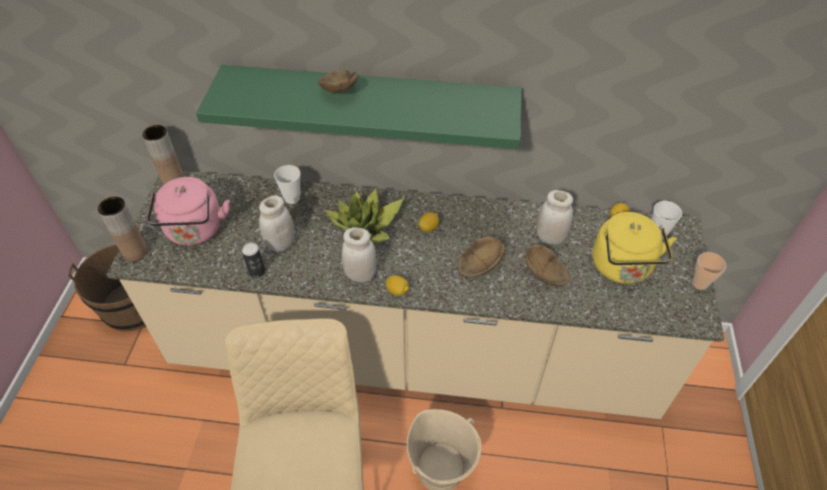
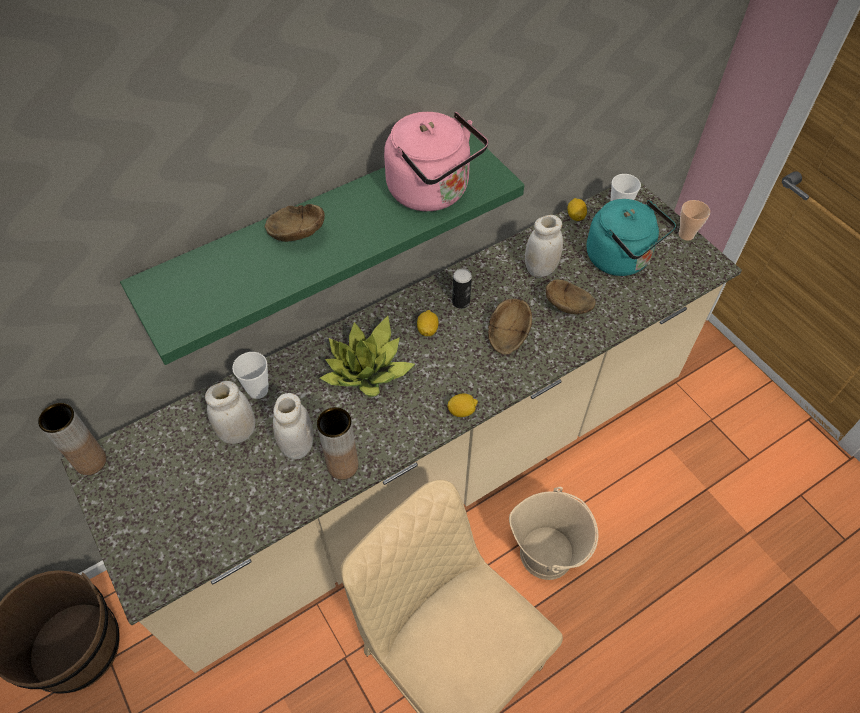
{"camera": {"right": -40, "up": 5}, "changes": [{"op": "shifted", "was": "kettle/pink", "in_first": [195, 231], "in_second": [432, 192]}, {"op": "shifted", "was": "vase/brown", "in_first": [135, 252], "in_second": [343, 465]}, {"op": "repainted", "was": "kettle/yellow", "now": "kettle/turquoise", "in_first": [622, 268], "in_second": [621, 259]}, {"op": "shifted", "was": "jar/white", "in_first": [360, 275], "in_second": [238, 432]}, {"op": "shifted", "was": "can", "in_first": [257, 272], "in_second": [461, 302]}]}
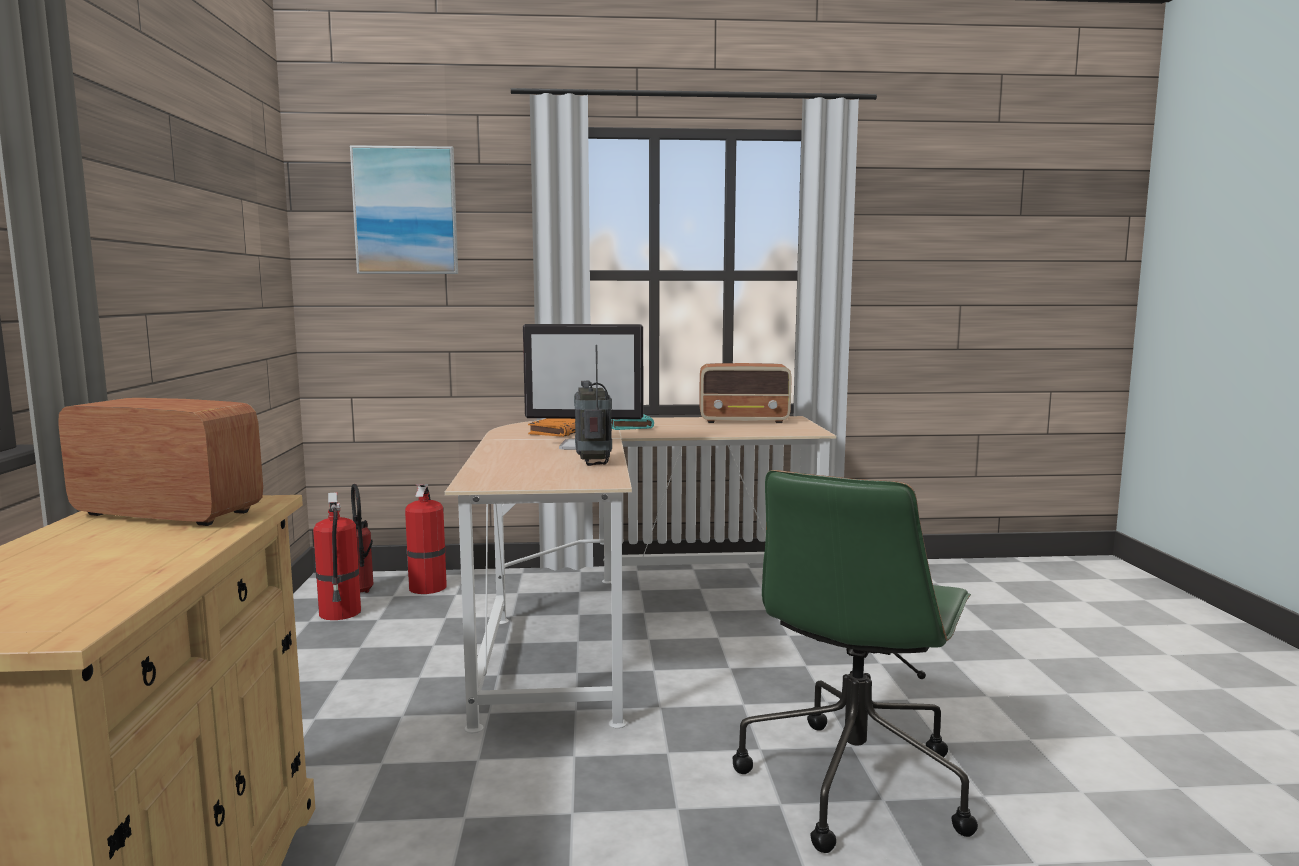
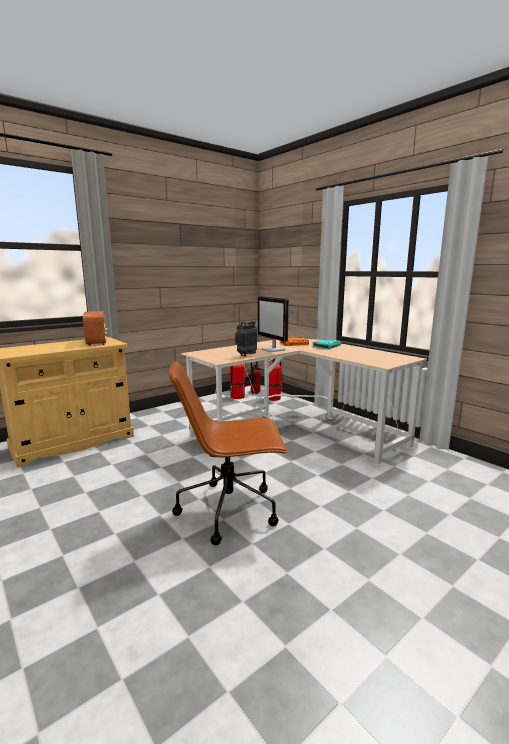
{"camera": {"right": 55, "up": 5}, "changes": [{"op": "gone", "was": "picture", "in_first": [406, 211]}, {"op": "gone", "was": "radio", "in_first": [744, 421]}, {"op": "repainted", "was": "office chair/green", "now": "office chair/brown", "in_first": [854, 781], "in_second": [230, 509]}]}
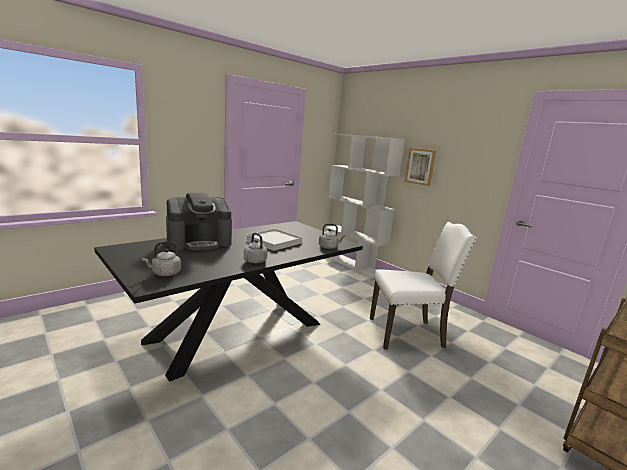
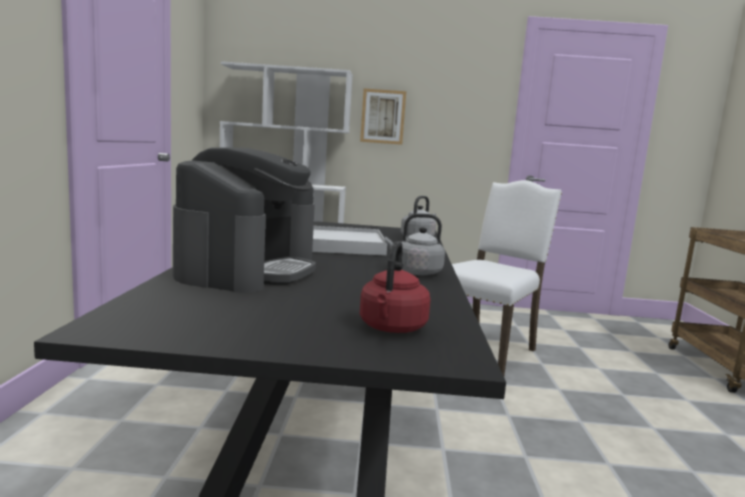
{"camera": {"right": -45, "up": -5}, "changes": [{"op": "repainted", "was": "kettle/grey", "now": "kettle/red", "in_first": [164, 273], "in_second": [392, 328]}]}
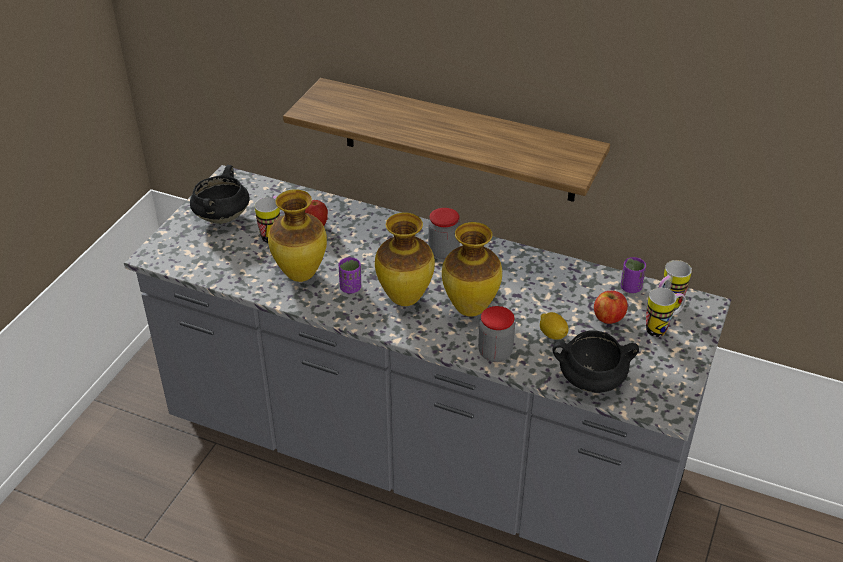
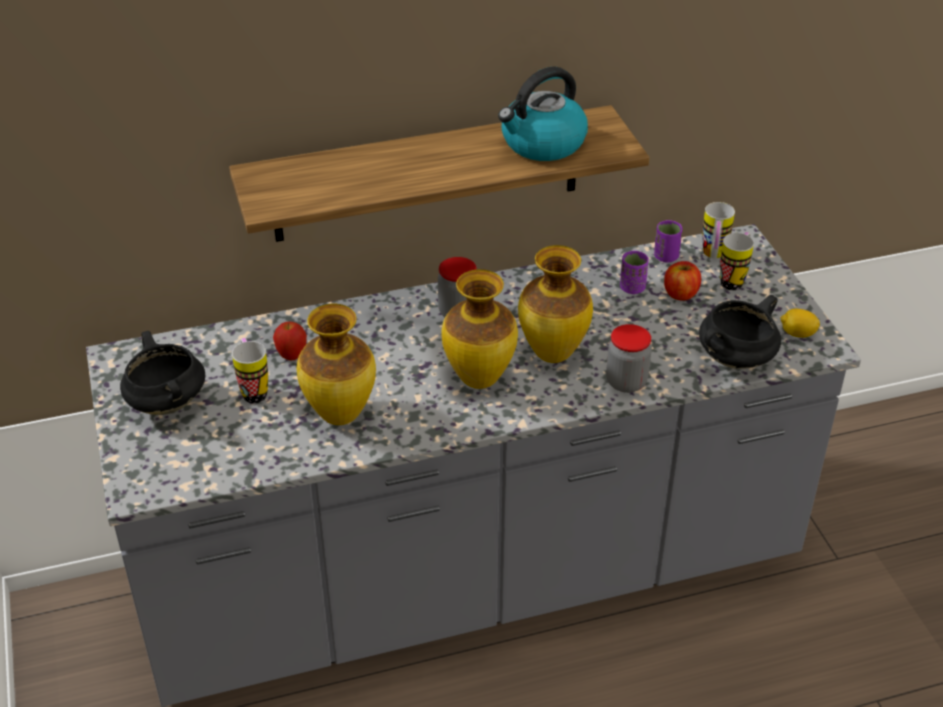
{"camera": {"right": -40, "up": 0}, "changes": [{"op": "shifted", "was": "cup/purple", "in_first": [350, 288], "in_second": [632, 288]}, {"op": "shifted", "was": "lemon", "in_first": [552, 334], "in_second": [797, 334]}, {"op": "new", "now": "kettle", "in_second": [542, 144]}]}
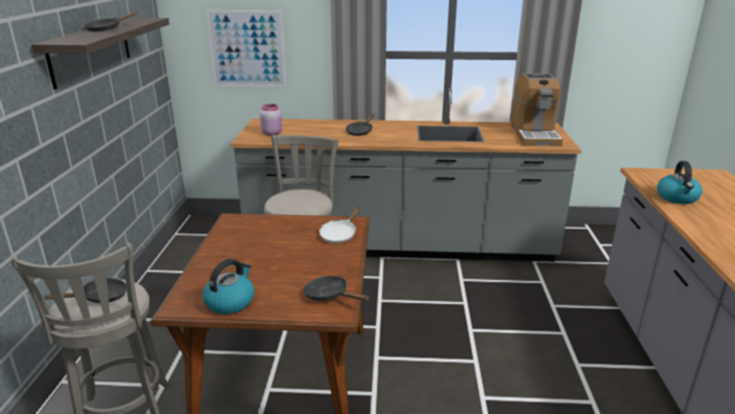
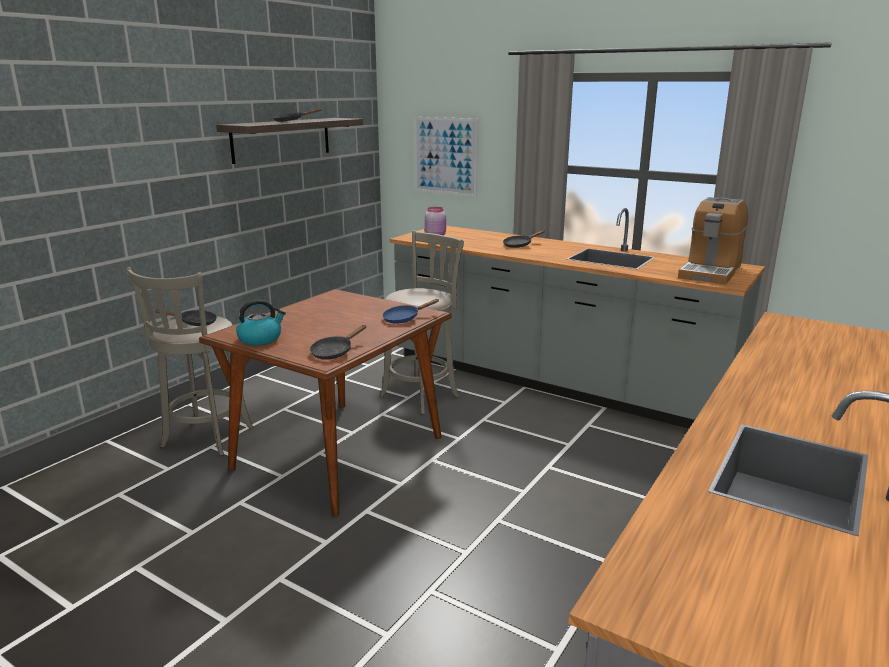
{"camera": {"right": 30, "up": -5}, "changes": [{"op": "gone", "was": "kettle", "in_first": [677, 198]}, {"op": "repainted", "was": "frying pan/white", "now": "frying pan/blue", "in_first": [340, 234], "in_second": [404, 318]}, {"op": "rotated", "was": "frying pan/black", "in_first": [330, 296], "in_second": [334, 352], "clockwise": -120}]}
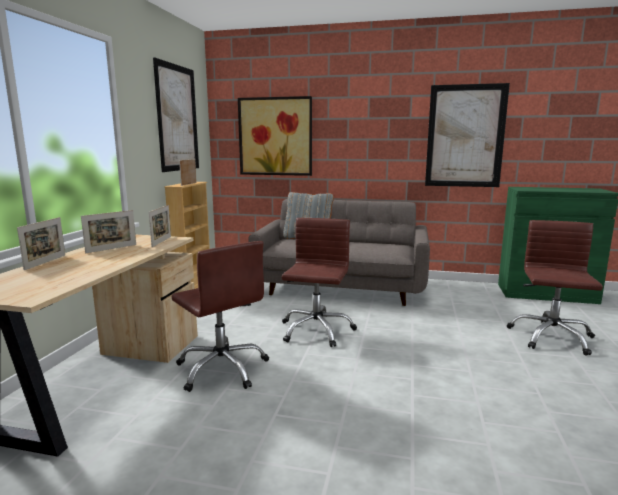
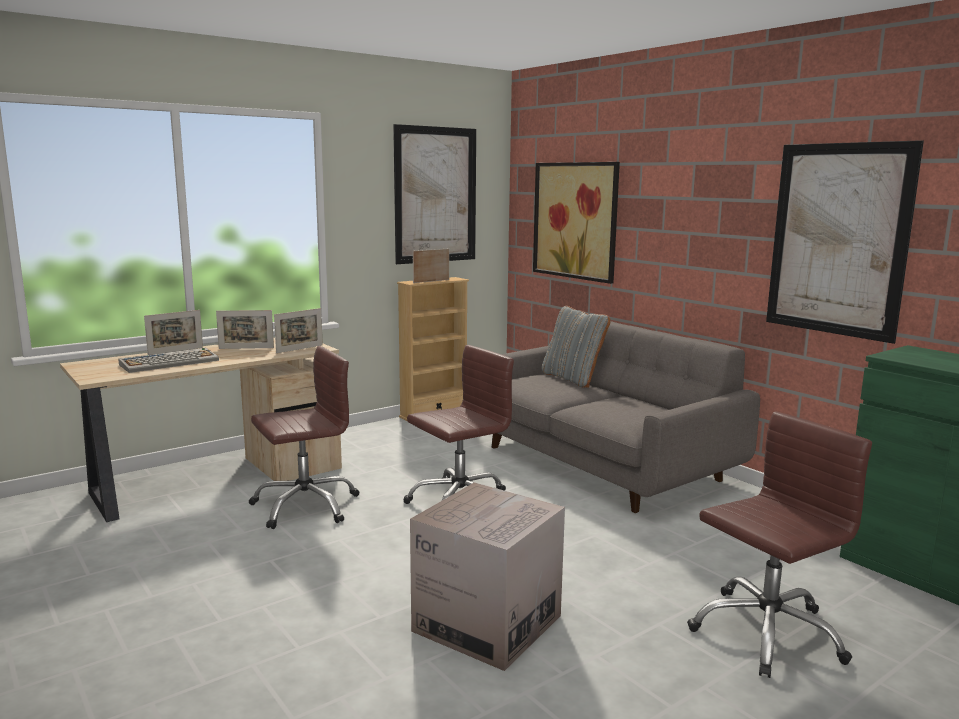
{"camera": {"right": 40, "up": 0}, "changes": [{"op": "rotated", "was": "office chair/brown", "in_first": [222, 369], "in_second": [305, 506], "clockwise": -120}, {"op": "new", "now": "keyboard", "in_second": [170, 362]}, {"op": "new", "now": "cardboard box", "in_second": [487, 623]}]}
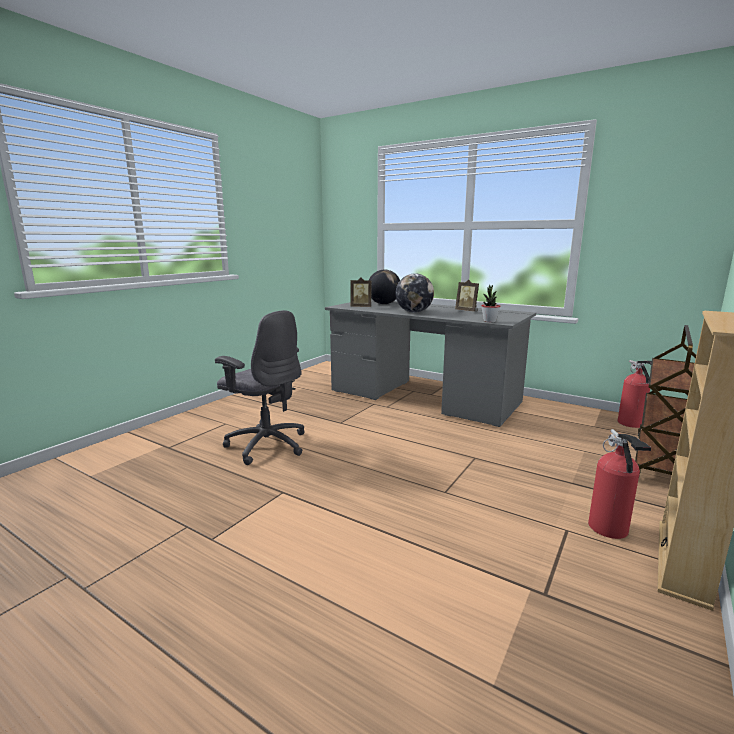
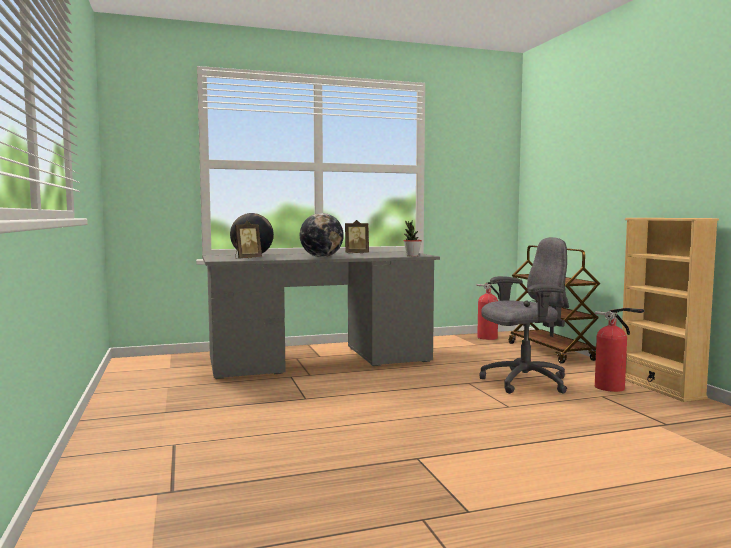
{"camera": {"right": -50, "up": -10}, "changes": [{"op": "shifted", "was": "office chair/grey", "in_first": [266, 445], "in_second": [523, 382]}]}
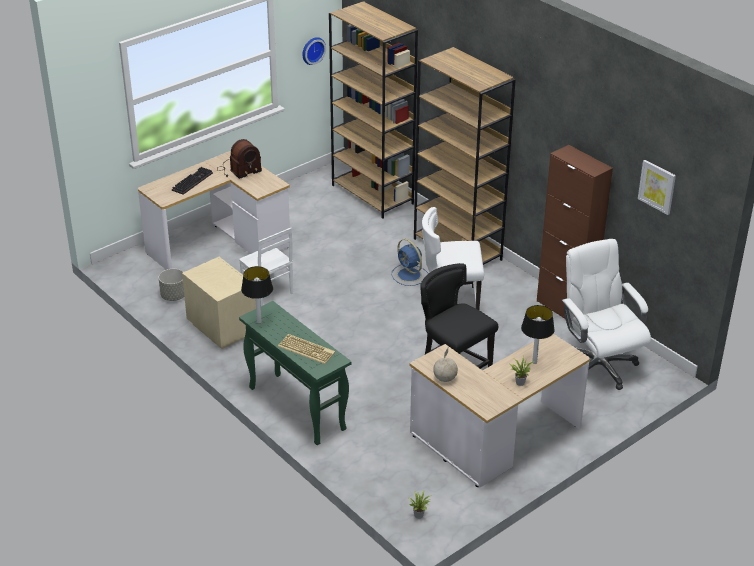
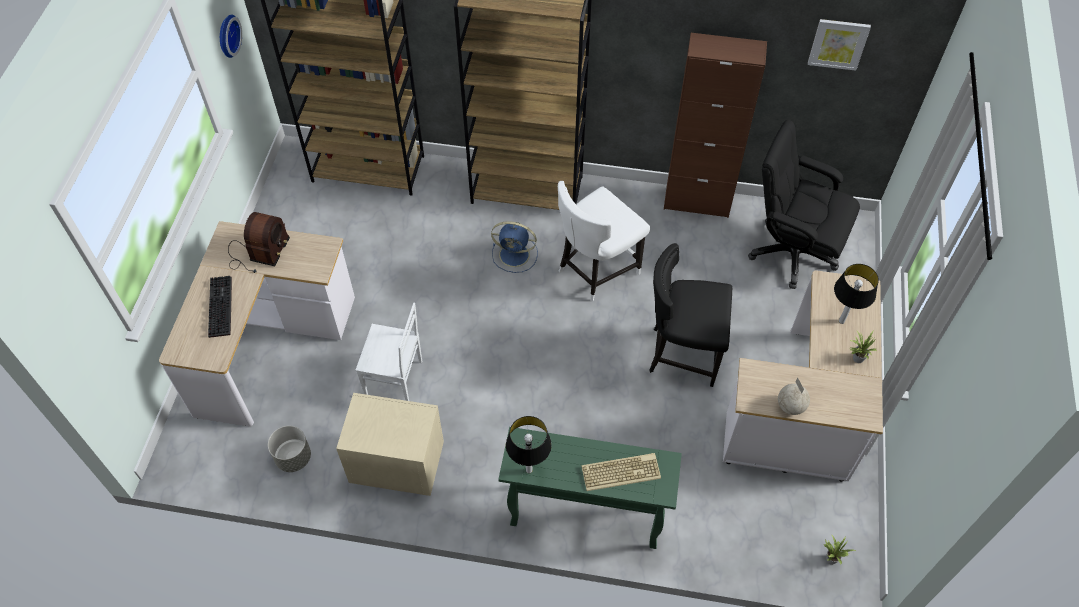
{"camera": {"right": -40, "up": 20}, "changes": [{"op": "repainted", "was": "office chair/white", "now": "office chair/black", "in_first": [598, 365], "in_second": [791, 252]}]}
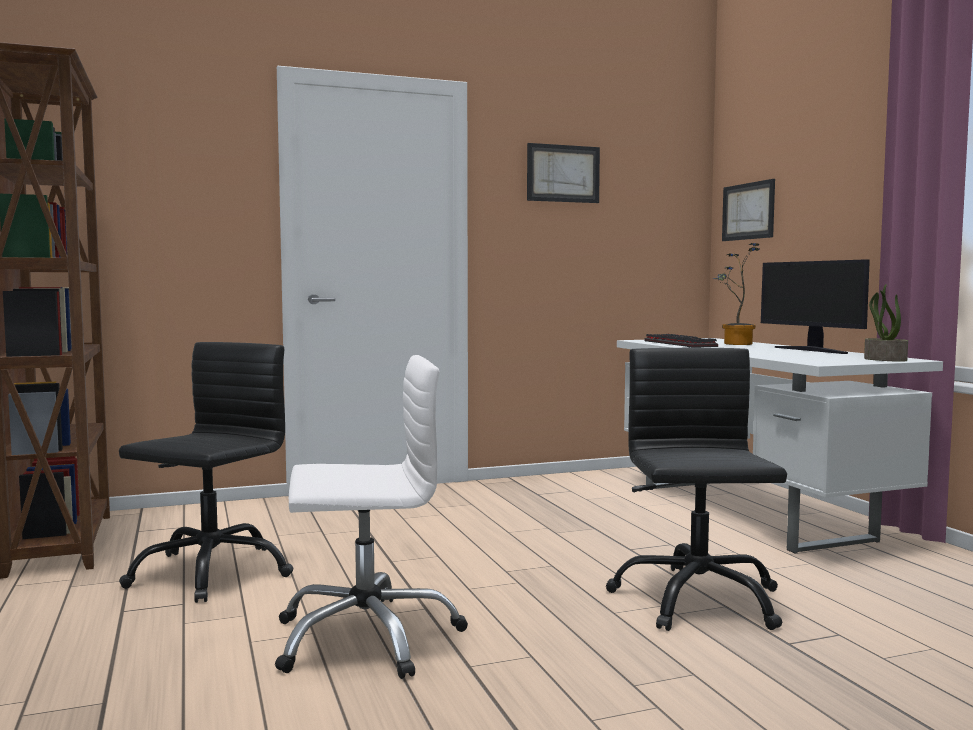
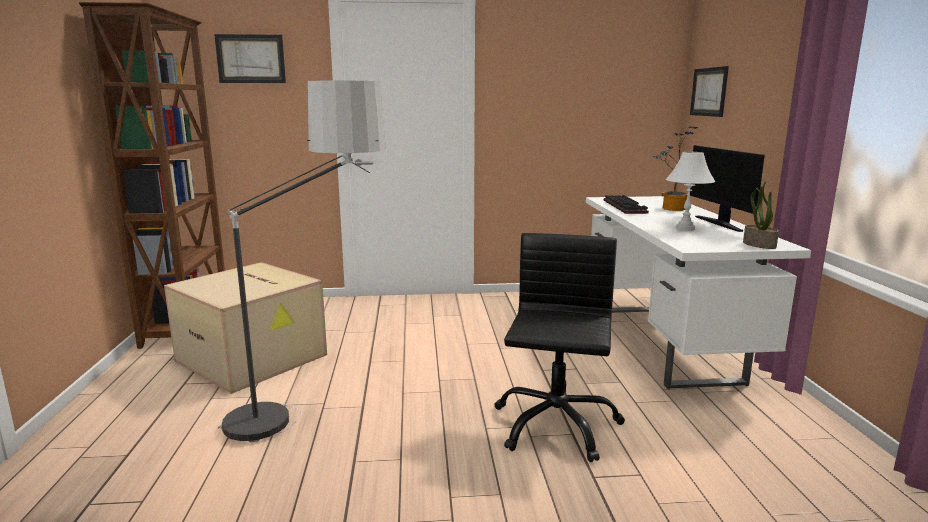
{"camera": {"right": 15, "up": 10}, "changes": [{"op": "shifted", "was": "picture", "in_first": [563, 173], "in_second": [251, 59]}, {"op": "swapped", "was": "office chair/black", "now": "cardboard box", "in_first": [210, 572], "in_second": [254, 358]}, {"op": "swapped", "was": "office chair/white", "now": "floor lamp", "in_first": [366, 637], "in_second": [308, 426]}, {"op": "new", "now": "table lamp/white", "in_second": [685, 228]}]}
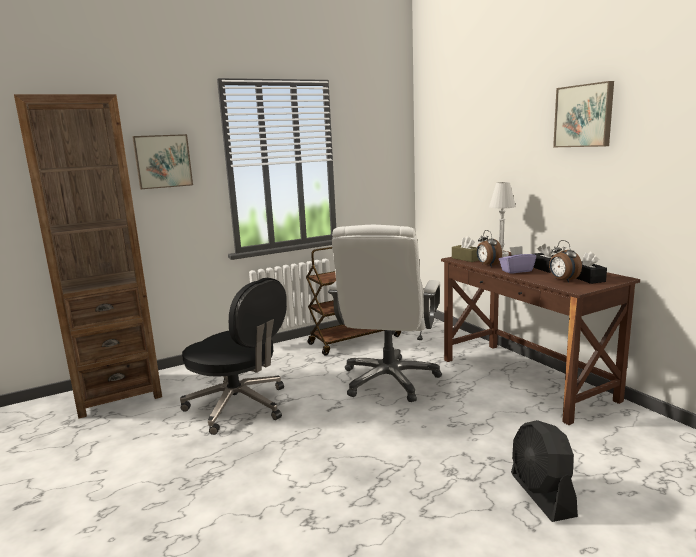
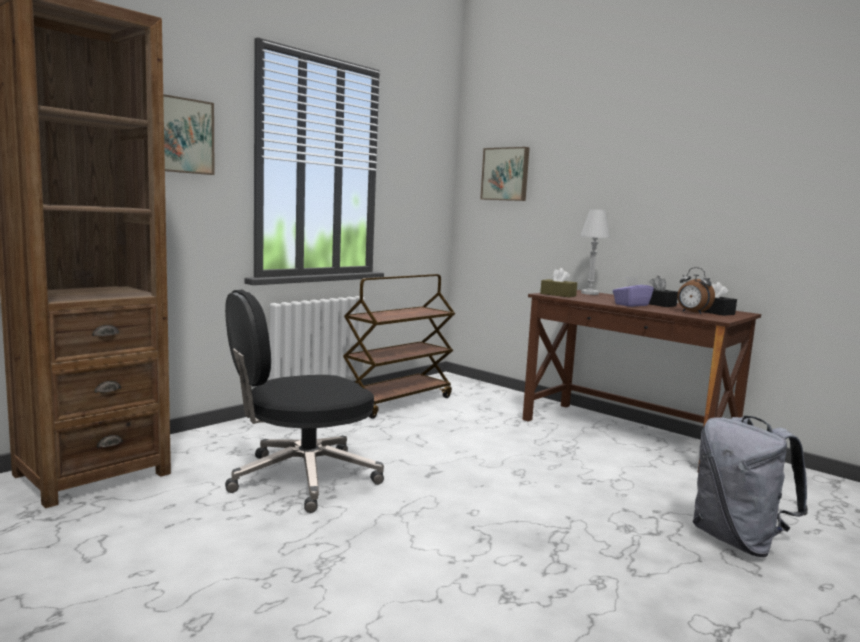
{"camera": {"right": -20, "up": -5}, "changes": [{"op": "shifted", "was": "picture", "in_first": [584, 116], "in_second": [506, 174]}, {"op": "gone", "was": "office chair/white", "in_first": [389, 380]}, {"op": "gone", "was": "alarm clock", "in_first": [487, 265]}, {"op": "rotated", "was": "office chair/black", "in_first": [239, 406], "in_second": [301, 478], "clockwise": 135}, {"op": "swapped", "was": "fan/black", "now": "backpack/grey", "in_first": [542, 495], "in_second": [738, 541]}]}
